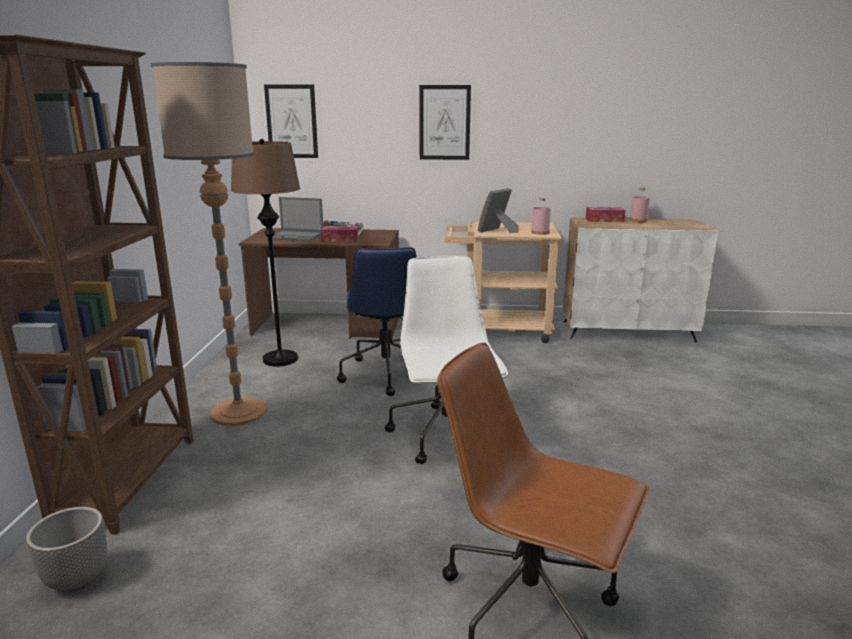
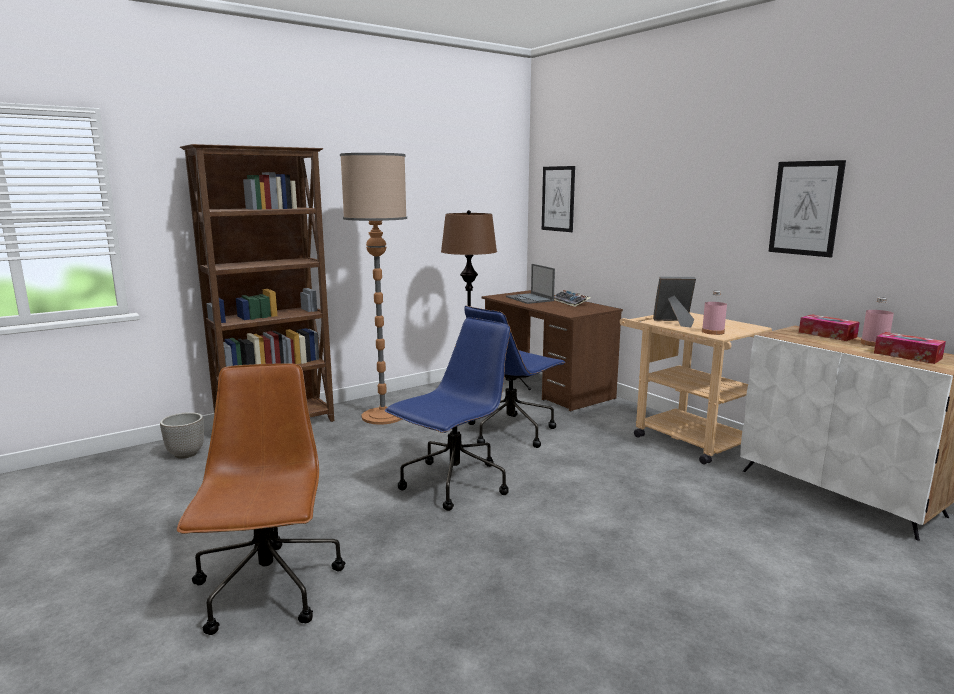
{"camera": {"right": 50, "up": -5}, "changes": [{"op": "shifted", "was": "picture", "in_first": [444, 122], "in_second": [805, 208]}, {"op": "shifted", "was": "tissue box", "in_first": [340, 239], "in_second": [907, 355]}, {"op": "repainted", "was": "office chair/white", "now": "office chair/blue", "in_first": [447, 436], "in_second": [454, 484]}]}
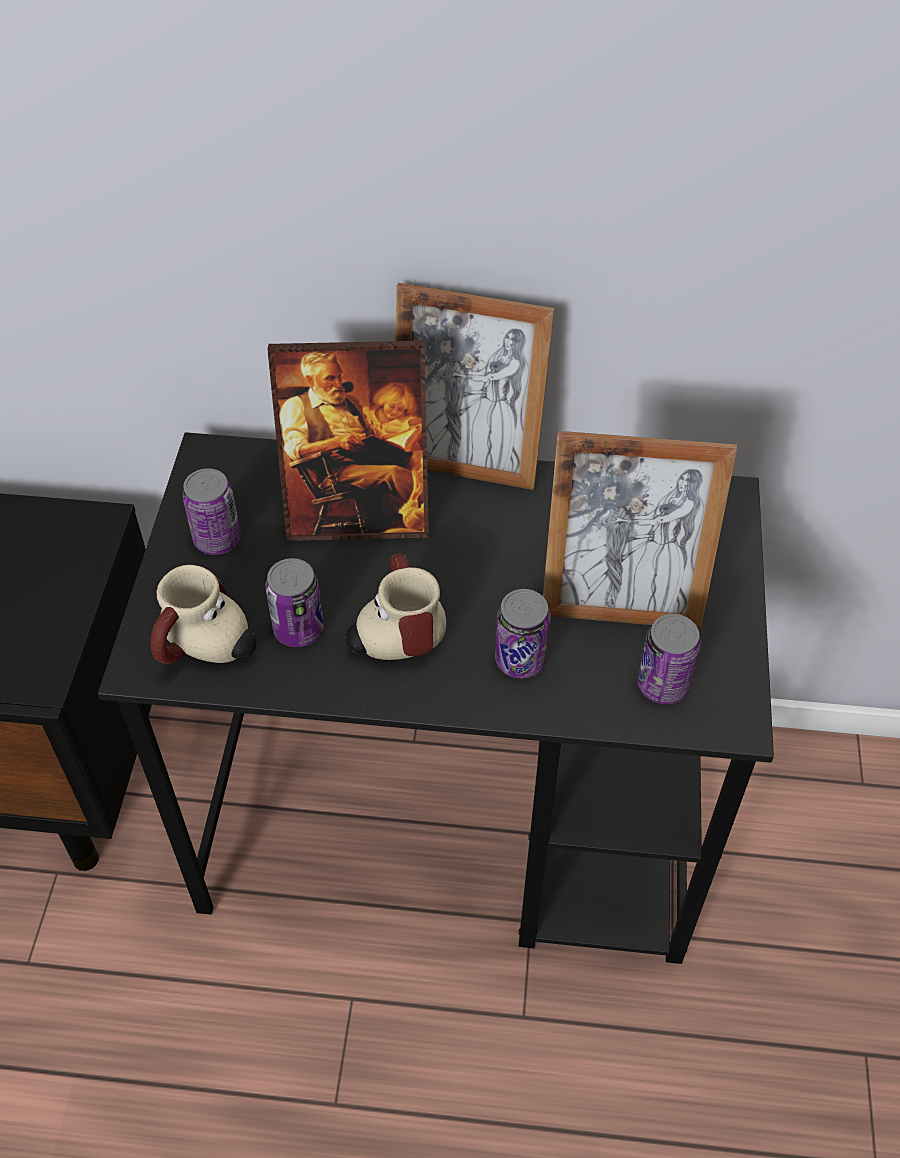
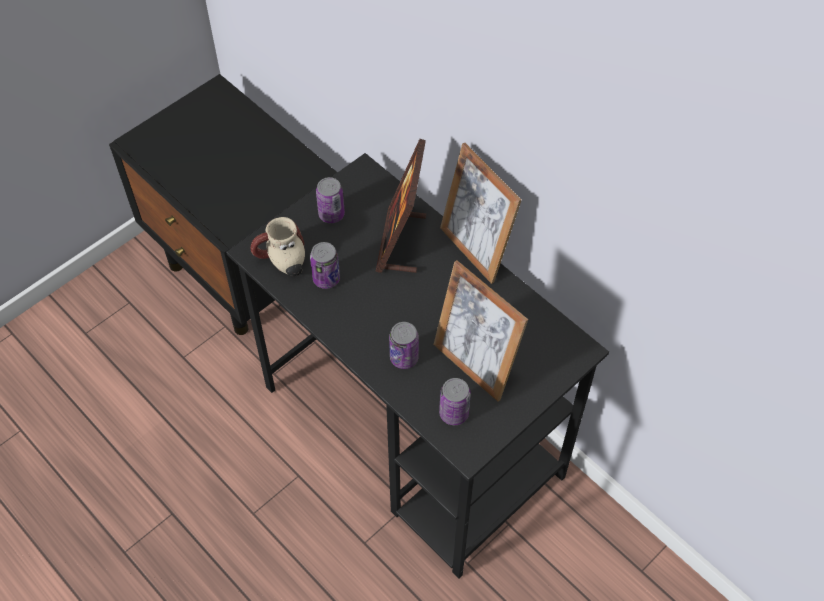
{"camera": {"right": 40, "up": 5}, "changes": [{"op": "rotated", "was": "picture frame", "in_first": [358, 514], "in_second": [401, 242], "clockwise": 60}, {"op": "gone", "was": "mug", "in_first": [393, 631]}]}
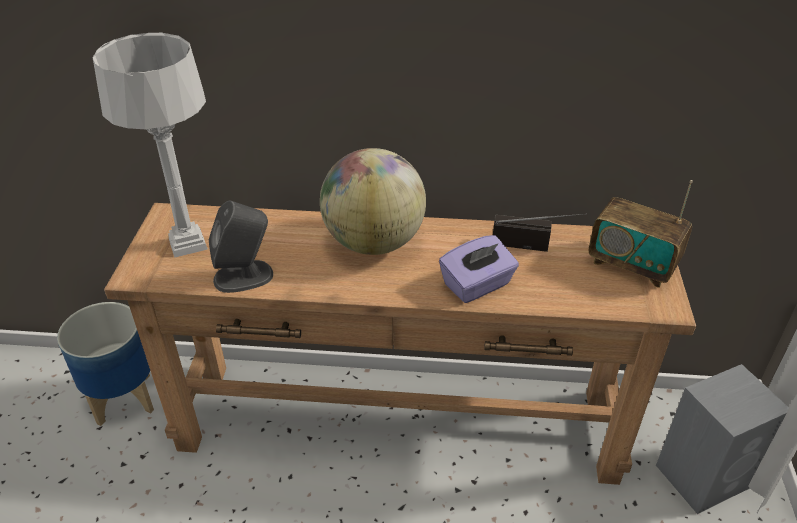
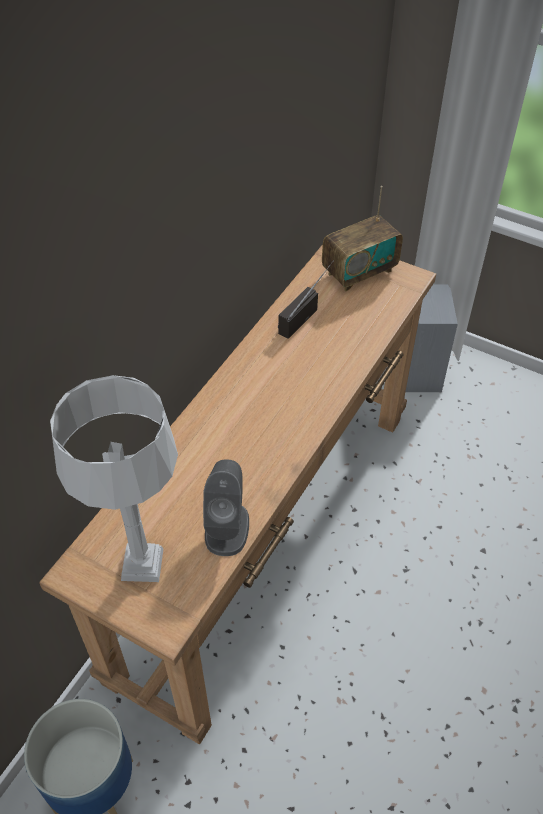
{"camera": {"right": -65, "up": 10}, "changes": [{"op": "gone", "was": "globe", "in_first": [374, 242]}, {"op": "gone", "was": "tissue box/purple", "in_first": [477, 285]}]}
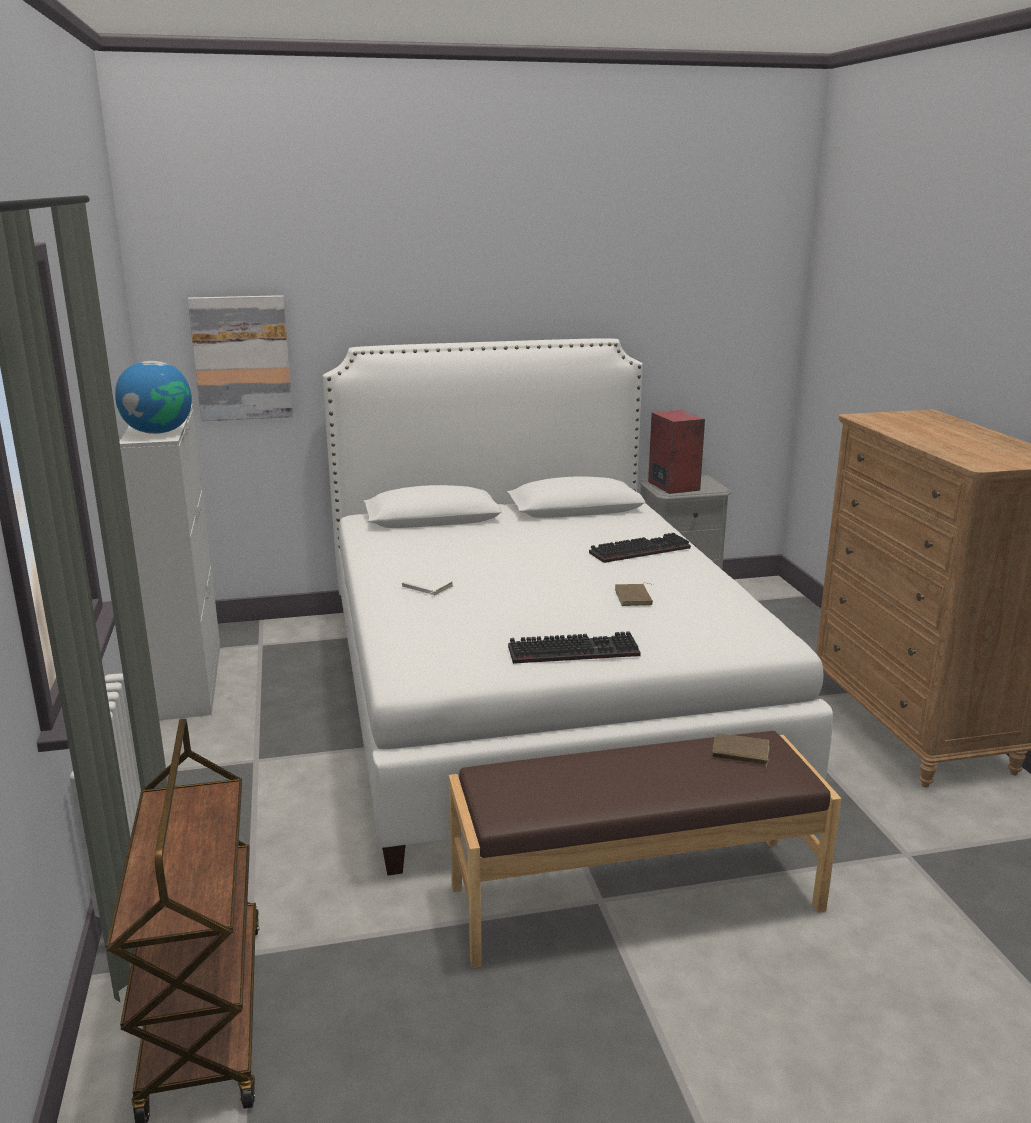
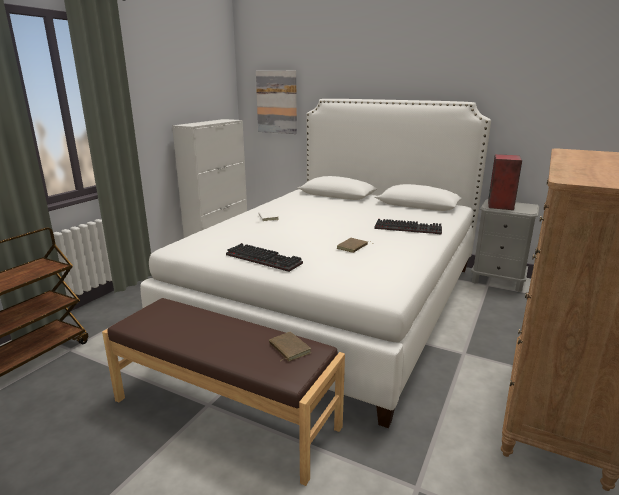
{"camera": {"right": 40, "up": 0}, "changes": [{"op": "gone", "was": "globe", "in_first": [158, 432]}]}
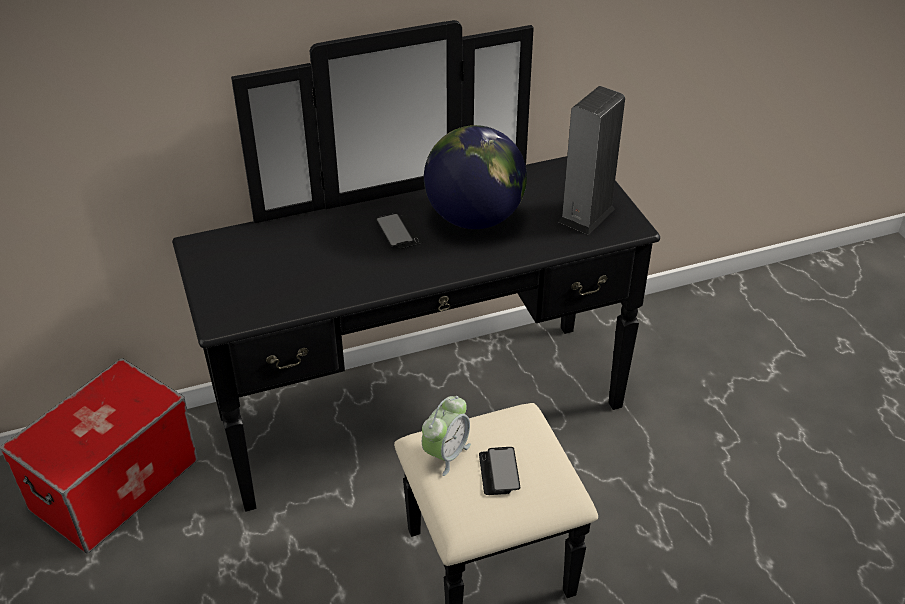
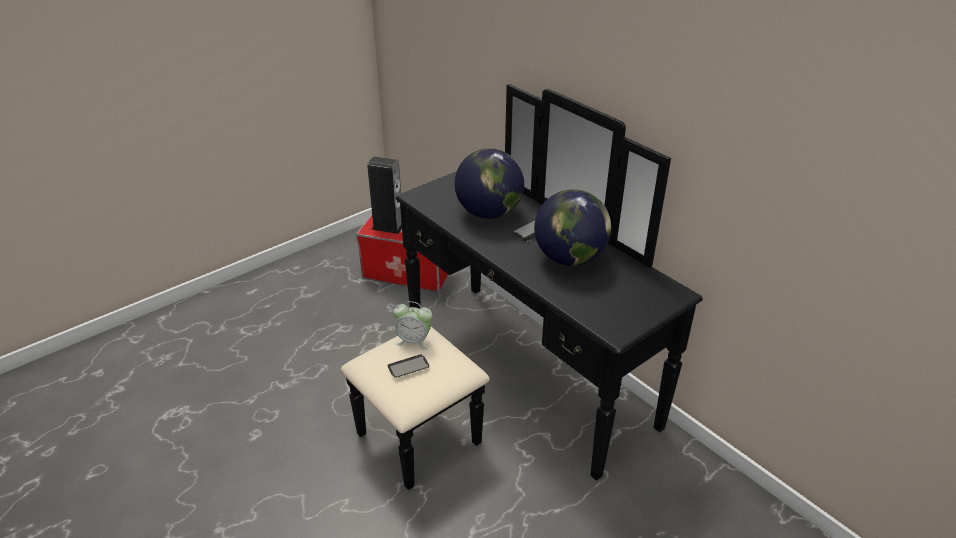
{"camera": {"right": 70, "up": -5}, "changes": [{"op": "shifted", "was": "speaker", "in_first": [586, 215], "in_second": [388, 226]}, {"op": "new", "now": "globe", "in_second": [489, 212]}]}
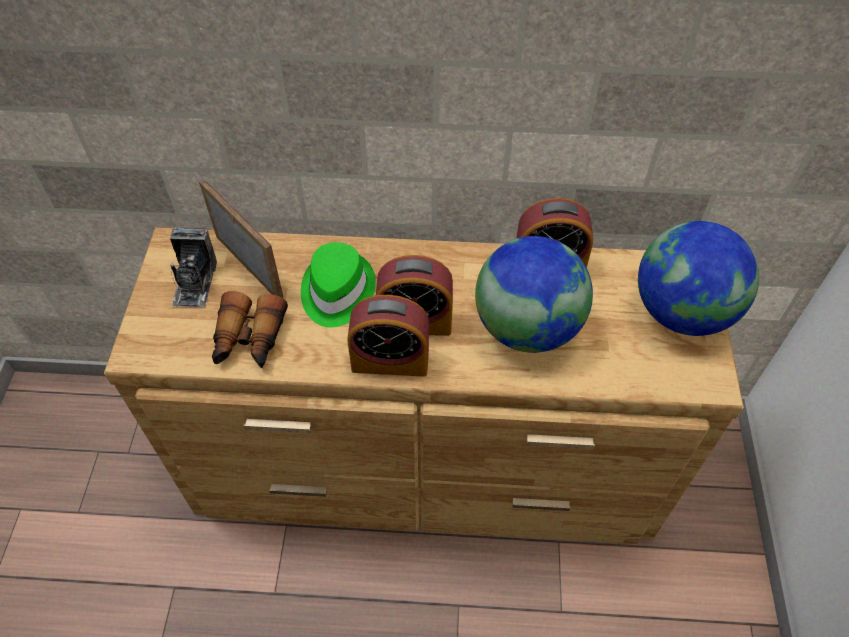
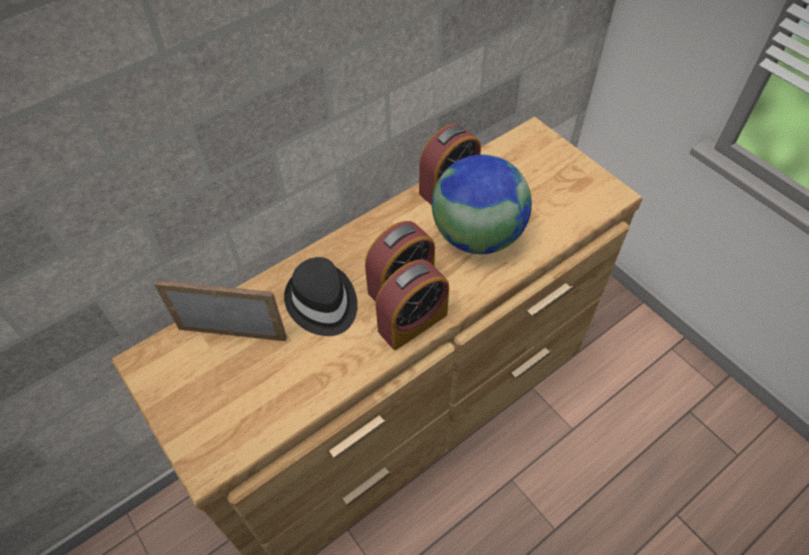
{"camera": {"right": -40, "up": 0}, "changes": [{"op": "gone", "was": "globe", "in_first": [681, 312]}, {"op": "gone", "was": "photo camera", "in_first": [195, 282]}, {"op": "repainted", "was": "hat/green", "now": "hat/black", "in_first": [336, 291], "in_second": [322, 303]}, {"op": "gone", "was": "binoculars", "in_first": [249, 340]}]}
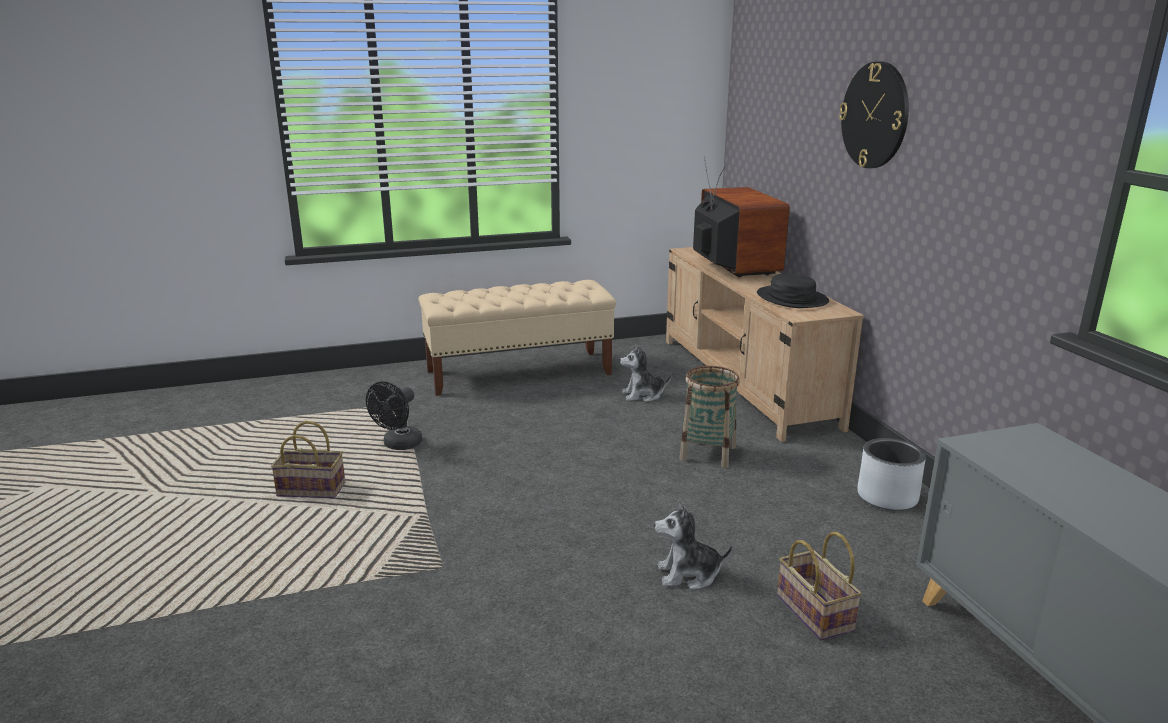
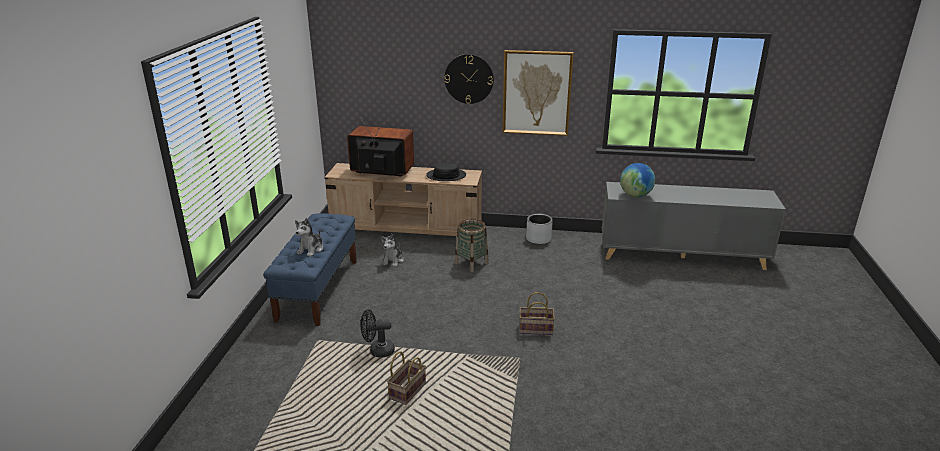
{"camera": {"right": -65, "up": 5}, "changes": [{"op": "repainted", "was": "bench/beige", "now": "bench/blue", "in_first": [519, 372], "in_second": [318, 289]}, {"op": "rotated", "was": "fan/black", "in_first": [399, 445], "in_second": [378, 351], "clockwise": 120}, {"op": "shifted", "was": "plush toy", "in_first": [688, 575], "in_second": [311, 249]}, {"op": "shifted", "was": "basket", "in_first": [812, 612], "in_second": [535, 329]}, {"op": "new", "now": "picture", "in_second": [536, 93]}, {"op": "new", "now": "globe", "in_second": [635, 195]}]}
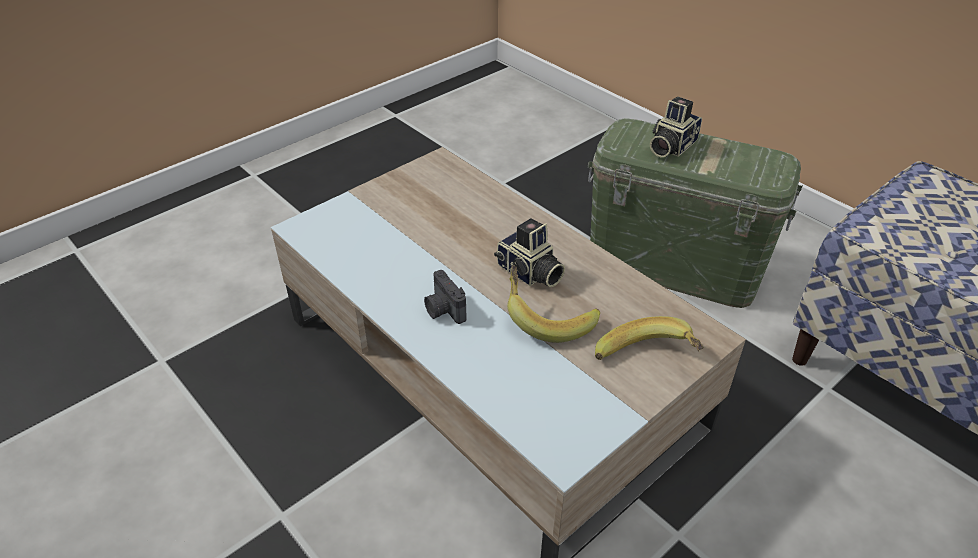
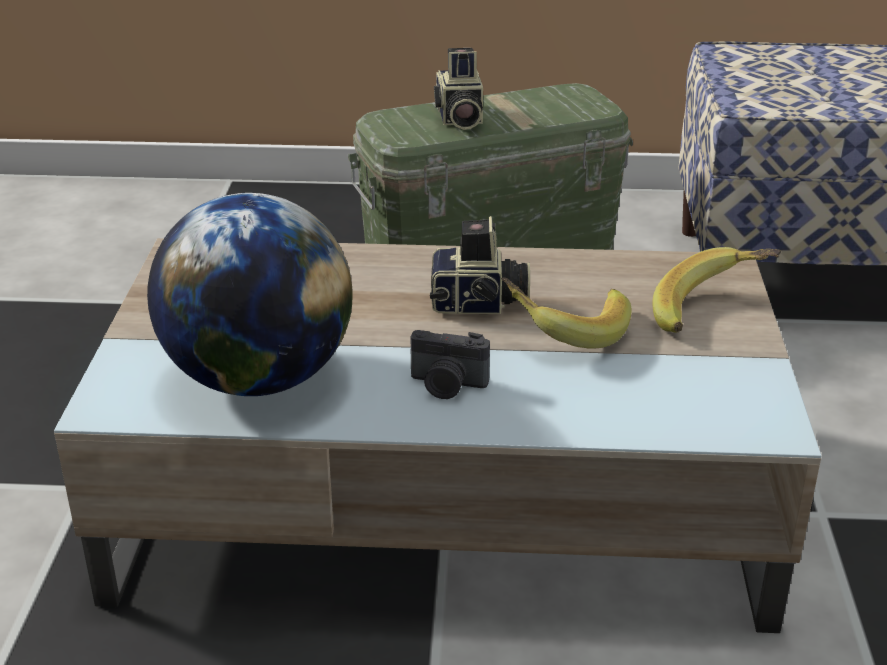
{"camera": {"right": -45, "up": -10}, "changes": [{"op": "new", "now": "globe", "in_second": [258, 379]}]}
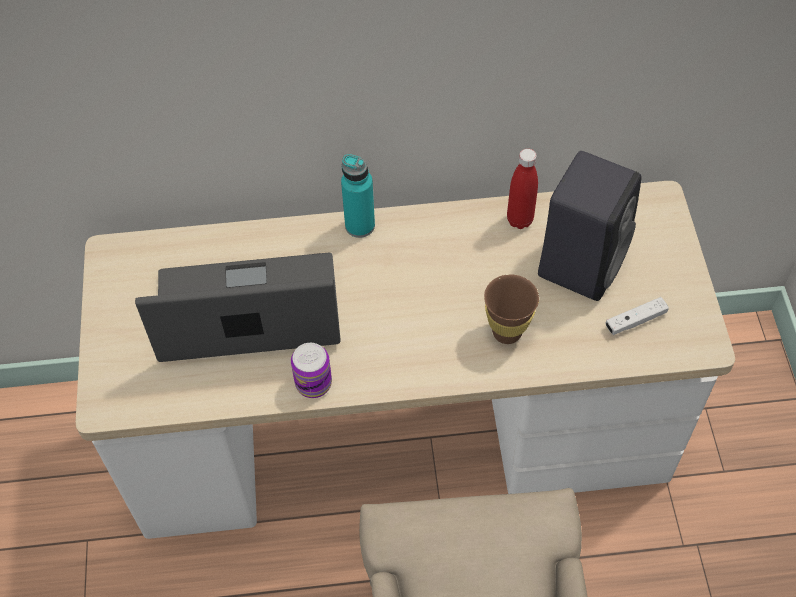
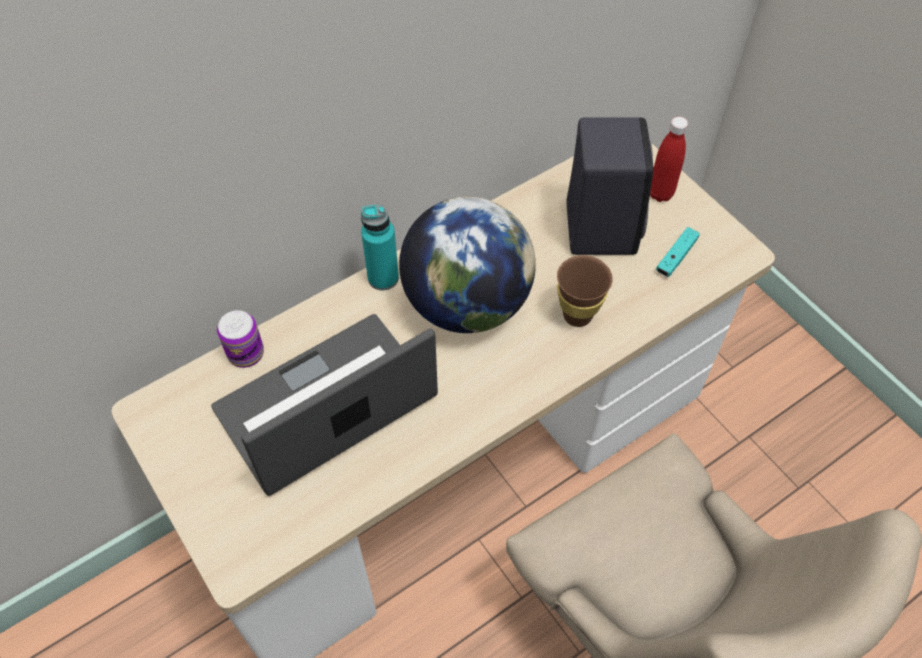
{"camera": {"right": -30, "up": 0}, "changes": [{"op": "shifted", "was": "bottle/red", "in_first": [519, 220], "in_second": [660, 194]}, {"op": "repainted", "was": "game controller/white", "now": "game controller/turquoise", "in_first": [635, 320], "in_second": [676, 257]}, {"op": "shifted", "was": "can", "in_first": [313, 383], "in_second": [246, 353]}, {"op": "new", "now": "globe", "in_second": [466, 304]}]}
